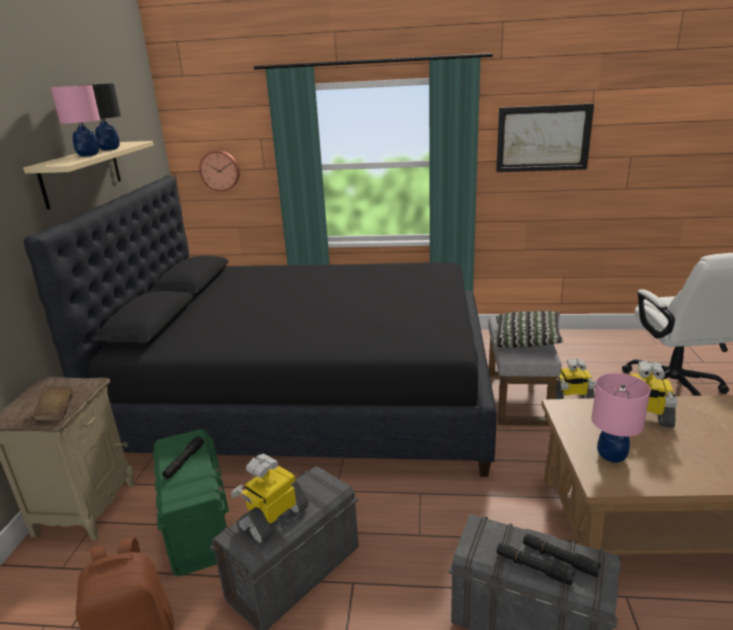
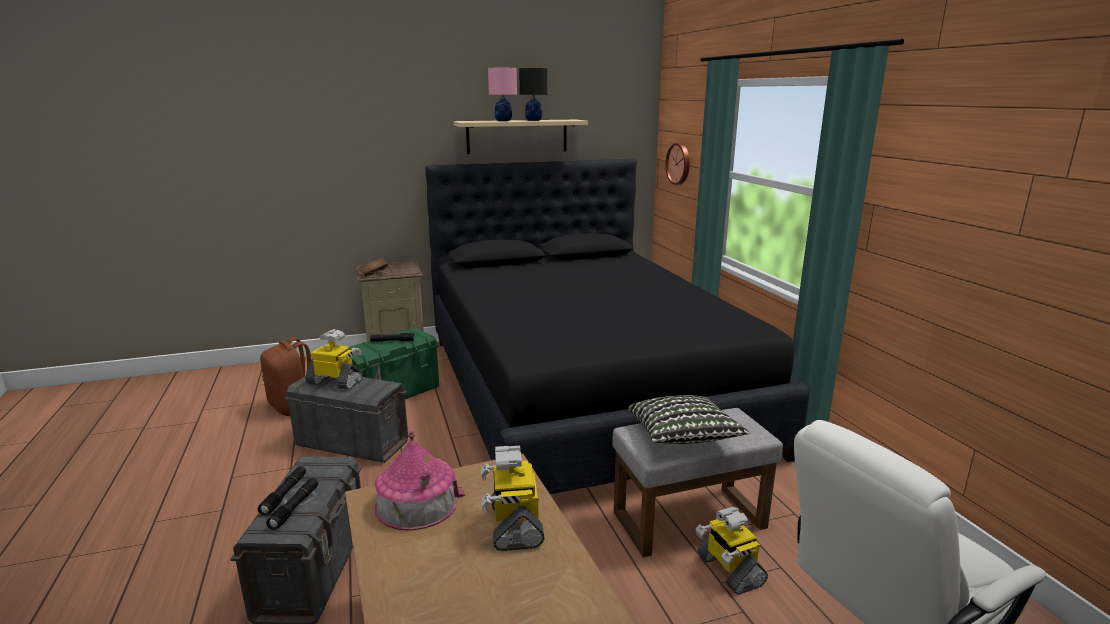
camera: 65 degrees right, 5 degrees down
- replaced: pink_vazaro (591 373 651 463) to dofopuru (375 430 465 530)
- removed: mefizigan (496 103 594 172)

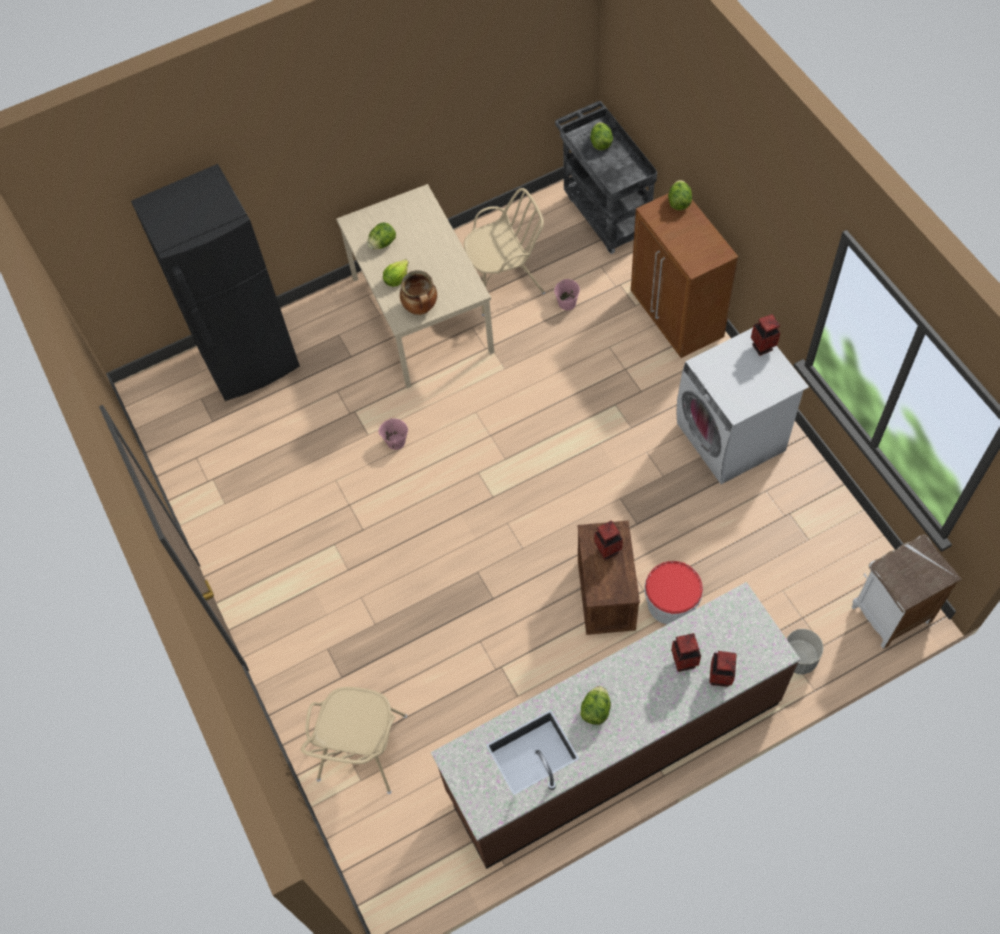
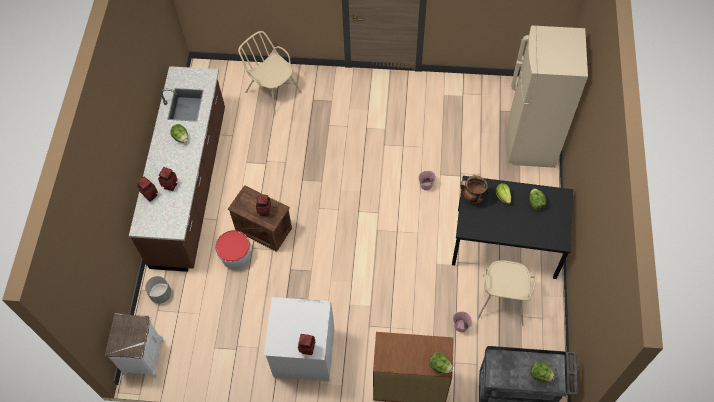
camera: 120 degrees right, 0 degrees up
- recoloured: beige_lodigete (336 184 494 388) to black_lodigete (452 176 573 279)
- recoloured: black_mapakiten (131 164 300 401) to beige_mapakiten (506 25 588 168)

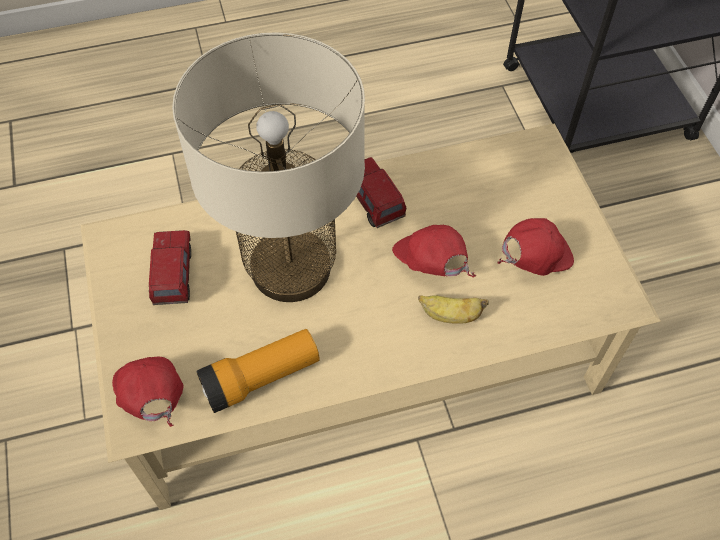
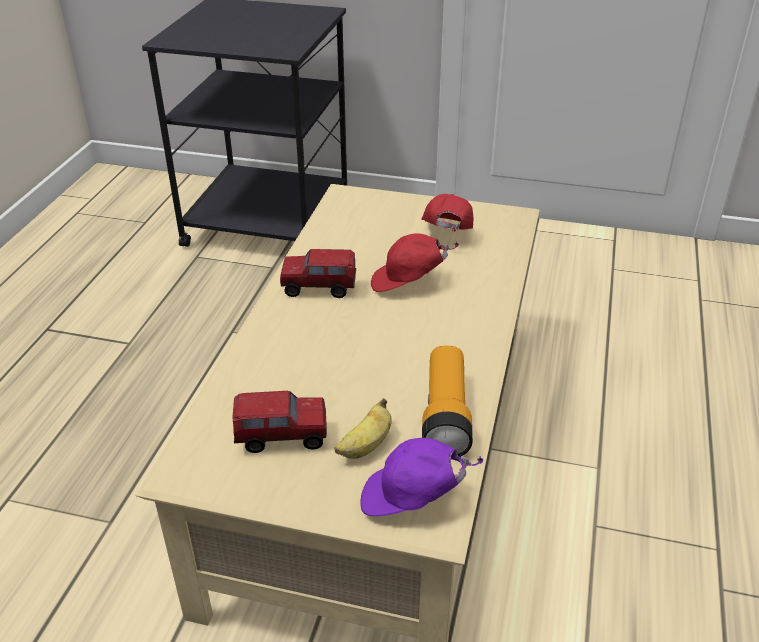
camera: 60 degrees left, 20 degrees down
- turned: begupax (149 230 191 305) = (232 391 327 453) 150 degrees clockwise
- moved: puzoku (418 295 489 324) to (335 398 392 459)
- recoloured: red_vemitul (112 357 184 427) to purple_vemitul (360 438 484 516)
- removed: vazaro (172 32 365 302)

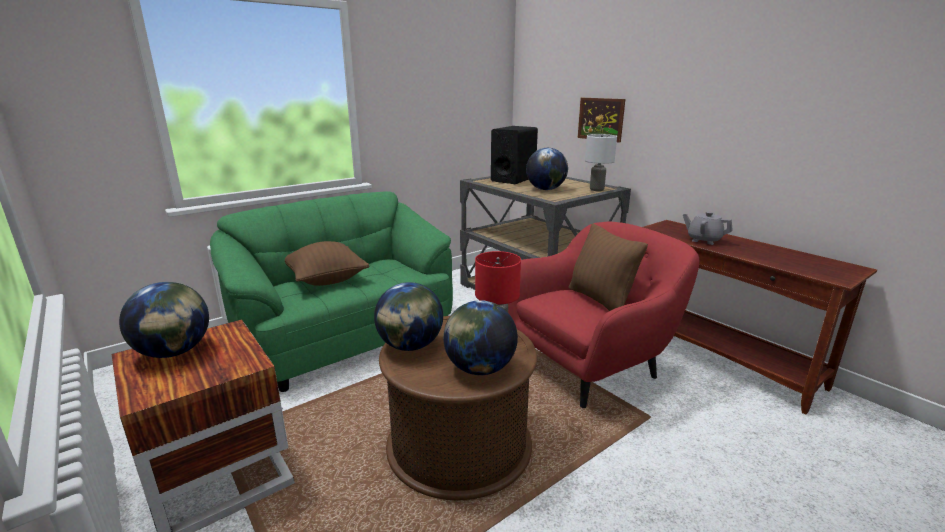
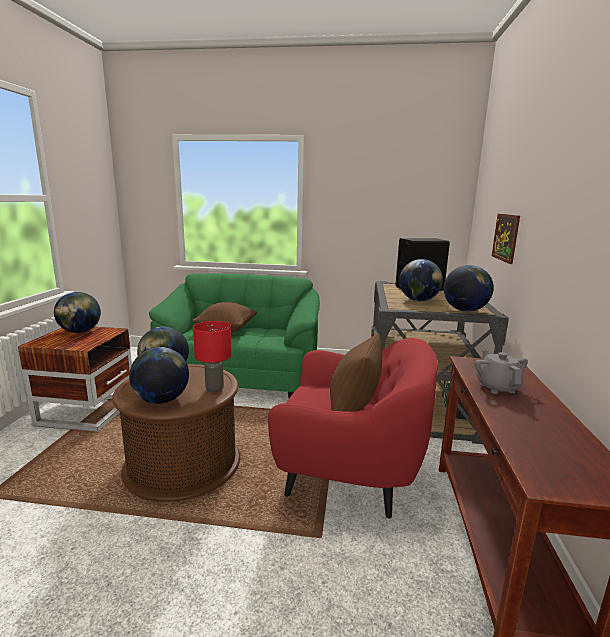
camera: 45 degrees right, 5 degrees down
- replaced: white_vazaro (585 134 617 191) to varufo (444 265 494 312)

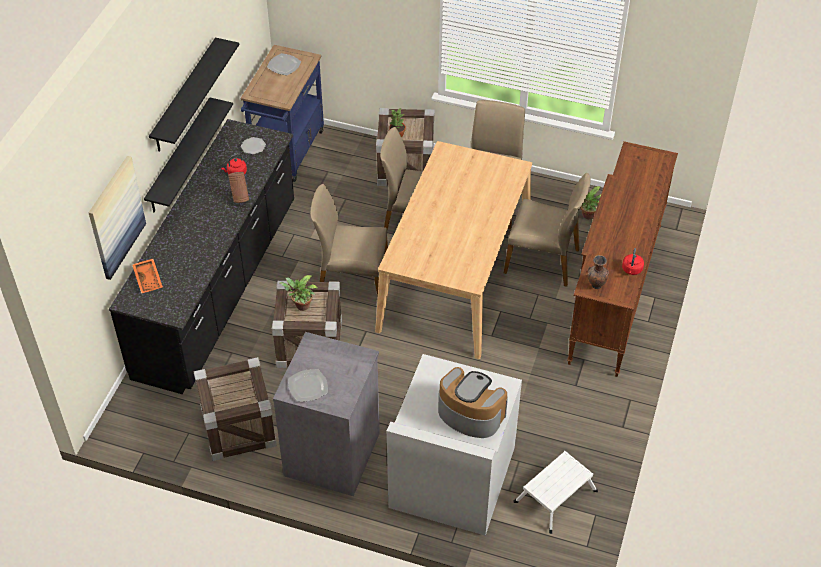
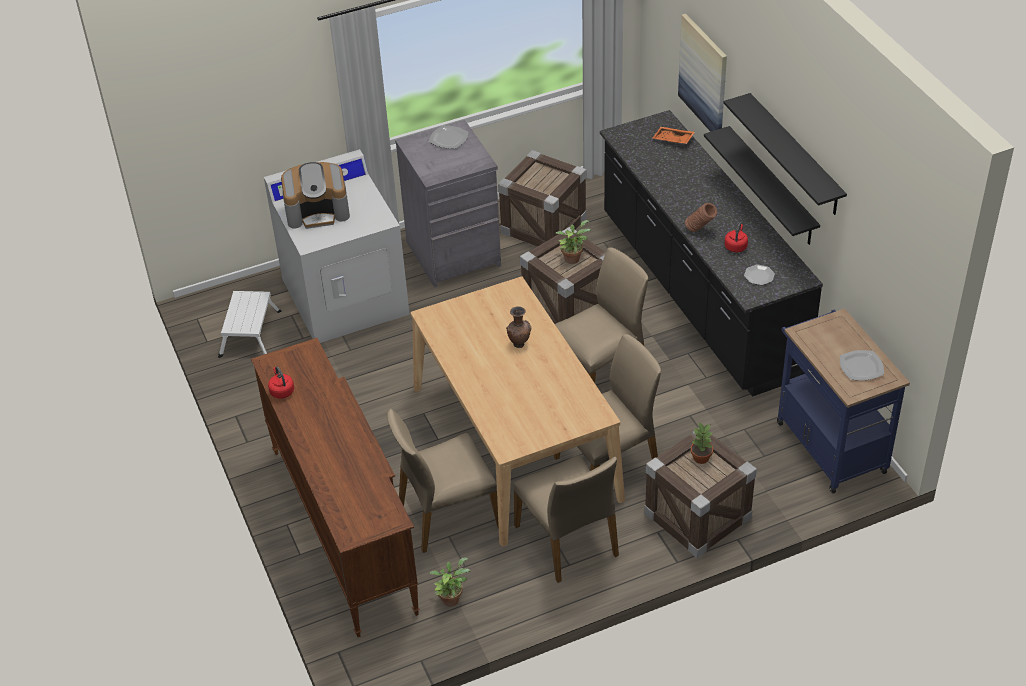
camera: 140 degrees right, 5 degrees down
- moved: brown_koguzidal (588 255 609 289) to (506 306 531 348)

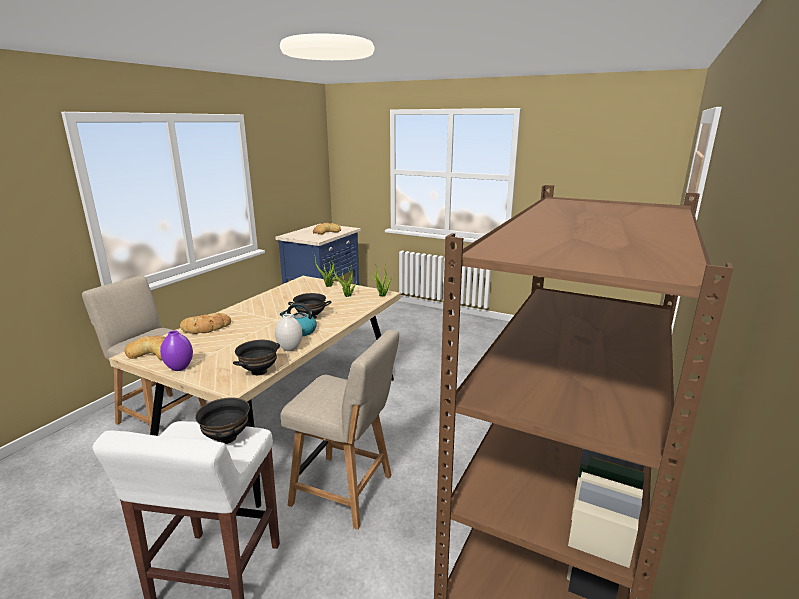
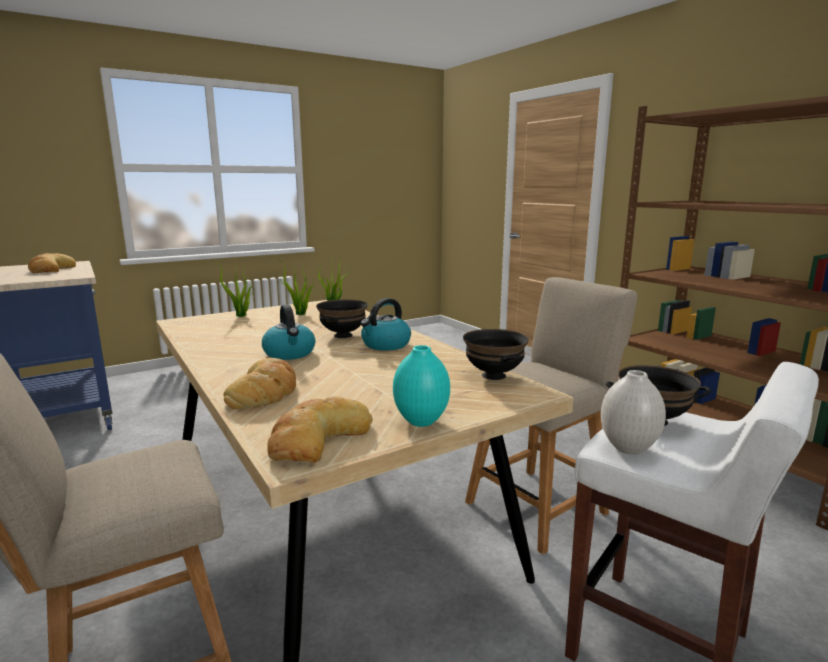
camera: 60 degrees left, 5 degrees down
- added: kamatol (262 304 315 360)
- recoloured: purple_koguzidal (160 330 193 371) to turquoise_koguzidal (393 345 450 427)
- moved: white_koguzidal (275 314 303 351) to (601 370 666 455)

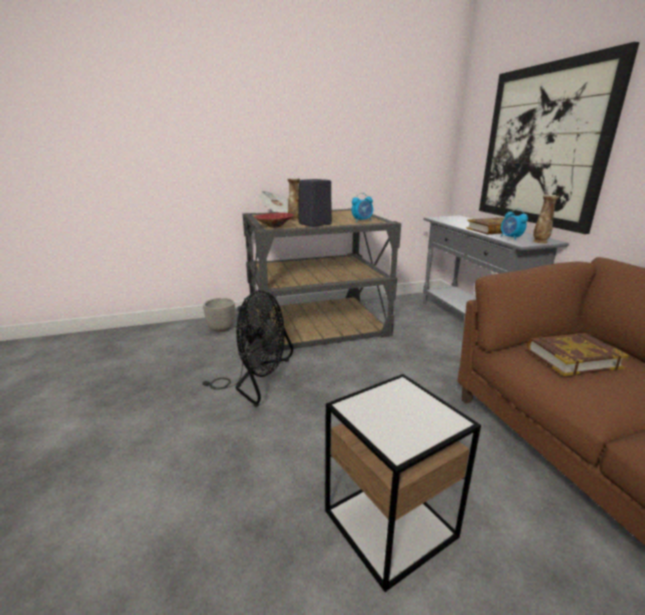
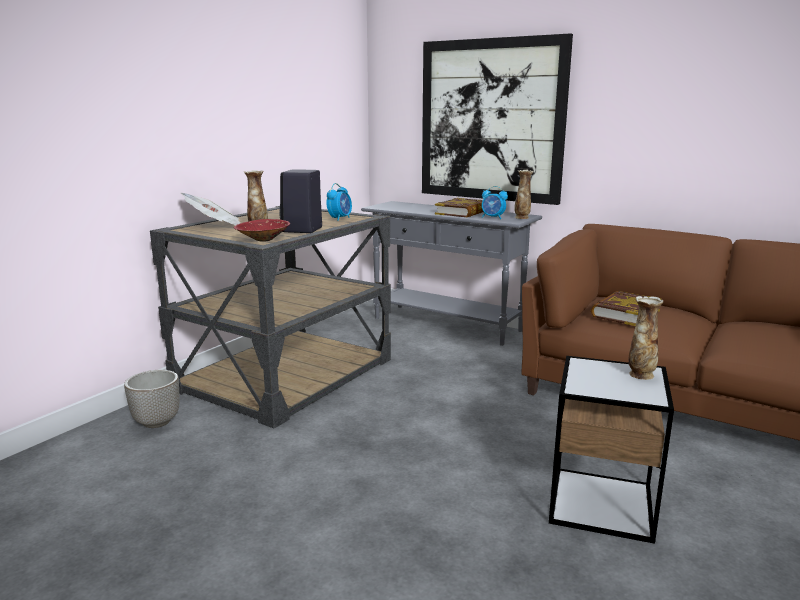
camera: 40 degrees left, 5 degrees down
- added: koguzidal (629 296 664 380)
- removed: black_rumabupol (203 290 293 407)

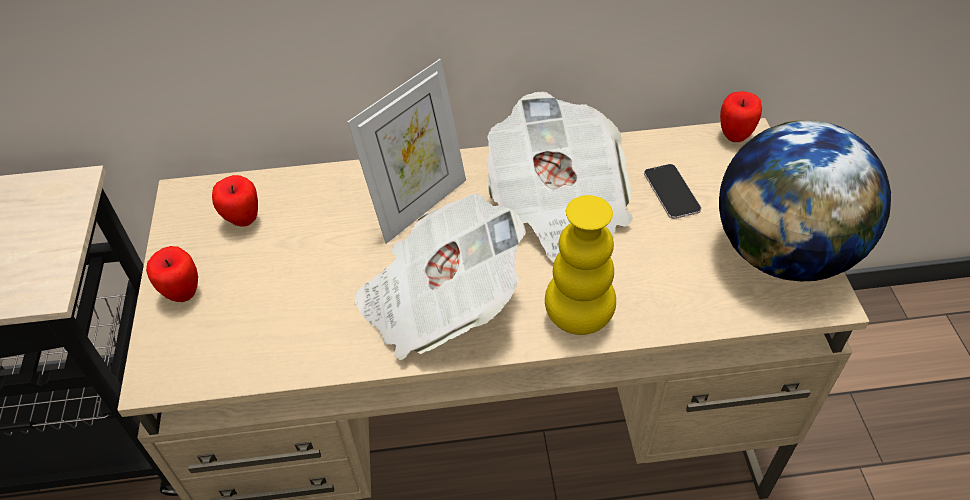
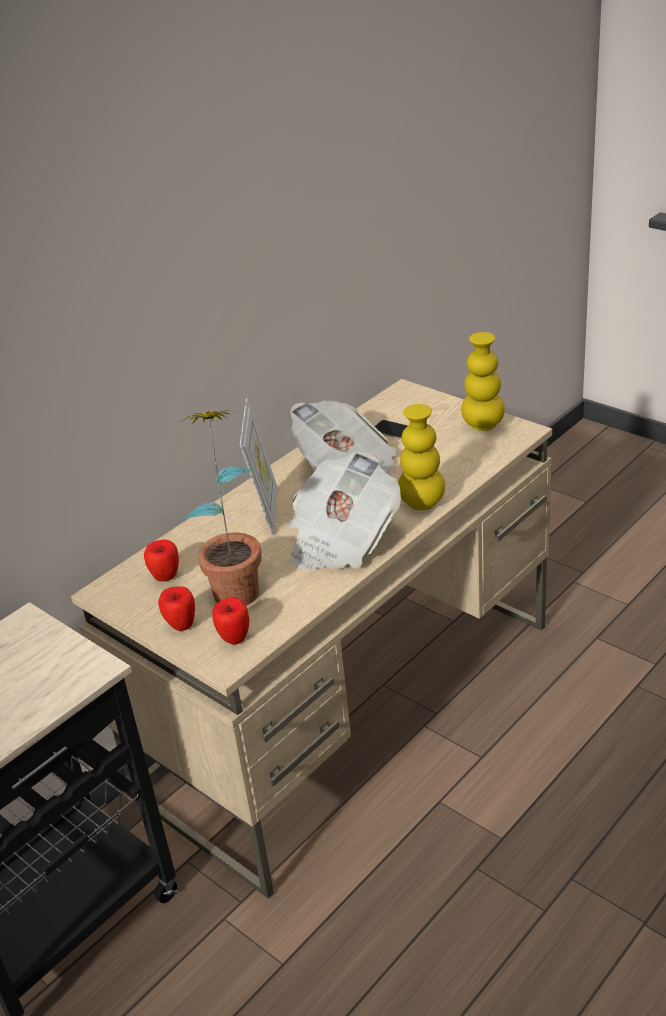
camera: 40 degrees left, 15 degrees down
- added: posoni (176 410 261 606)
- moved: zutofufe (720 91 762 142) to (212 597 249 645)
- replaced: varufo (719 120 891 281) to yellow_koguzidal (461 332 505 431)

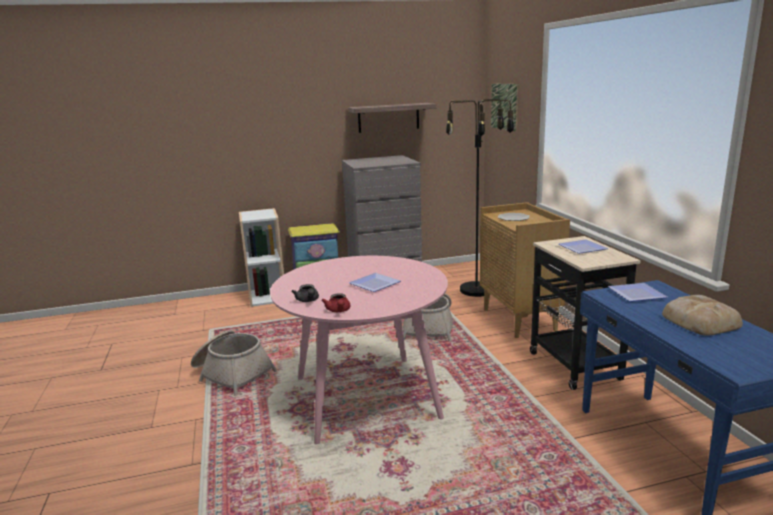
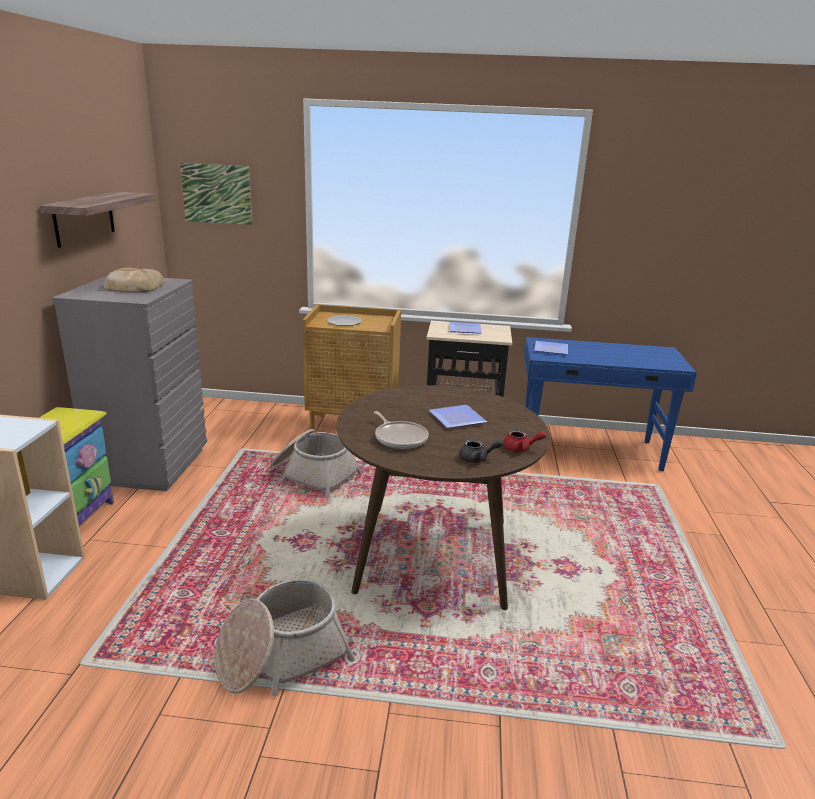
camera: 70 degrees left, 5 degrees up
- moved: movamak (662 295 743 336) to (104 268 165 292)
- recoloured: pink_lodigete (270 256 448 444) to brown_lodigete (336 385 550 610)
- added: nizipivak (374 411 429 449)
- removed: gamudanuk (446 99 514 297)

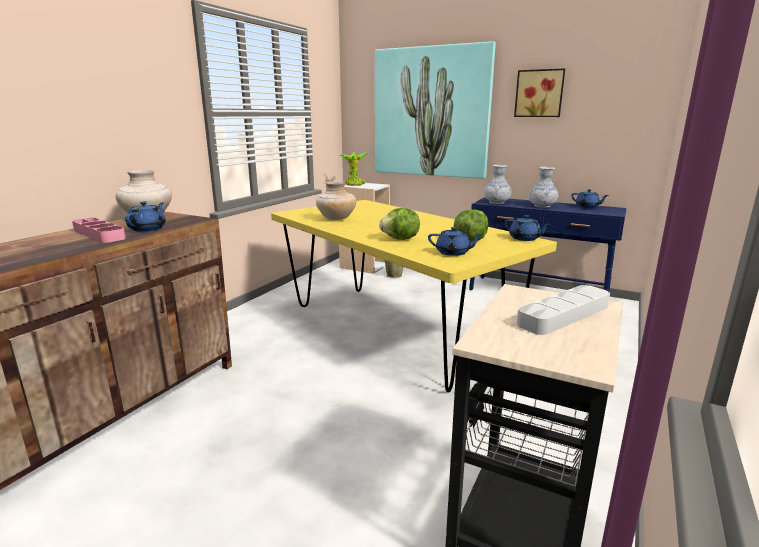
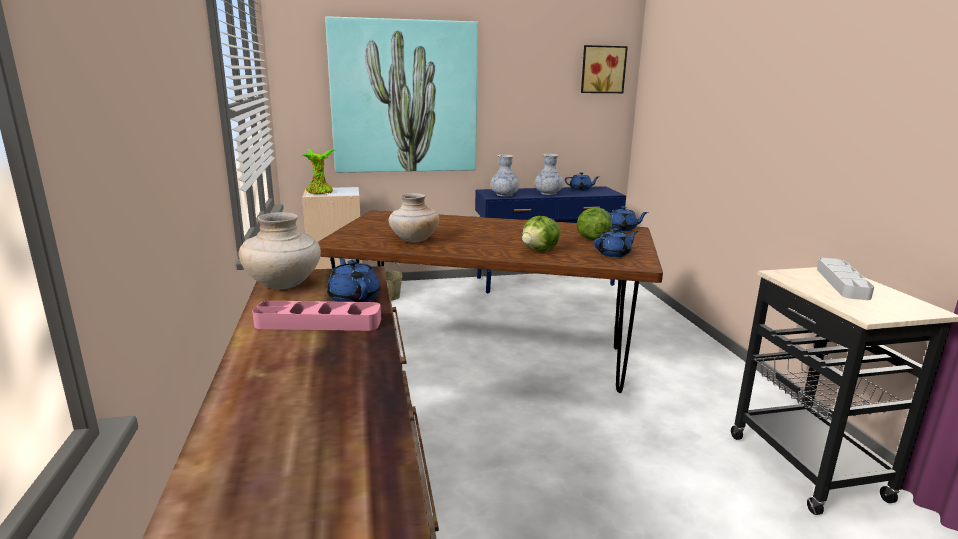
camera: 40 degrees left, 0 degrees up
- recoloured: yellow_lodigete (271 200 557 393) to brown_lodigete (318 211 663 393)
- moved: mefizigan (514 68 565 117) to (581 45 628 93)

